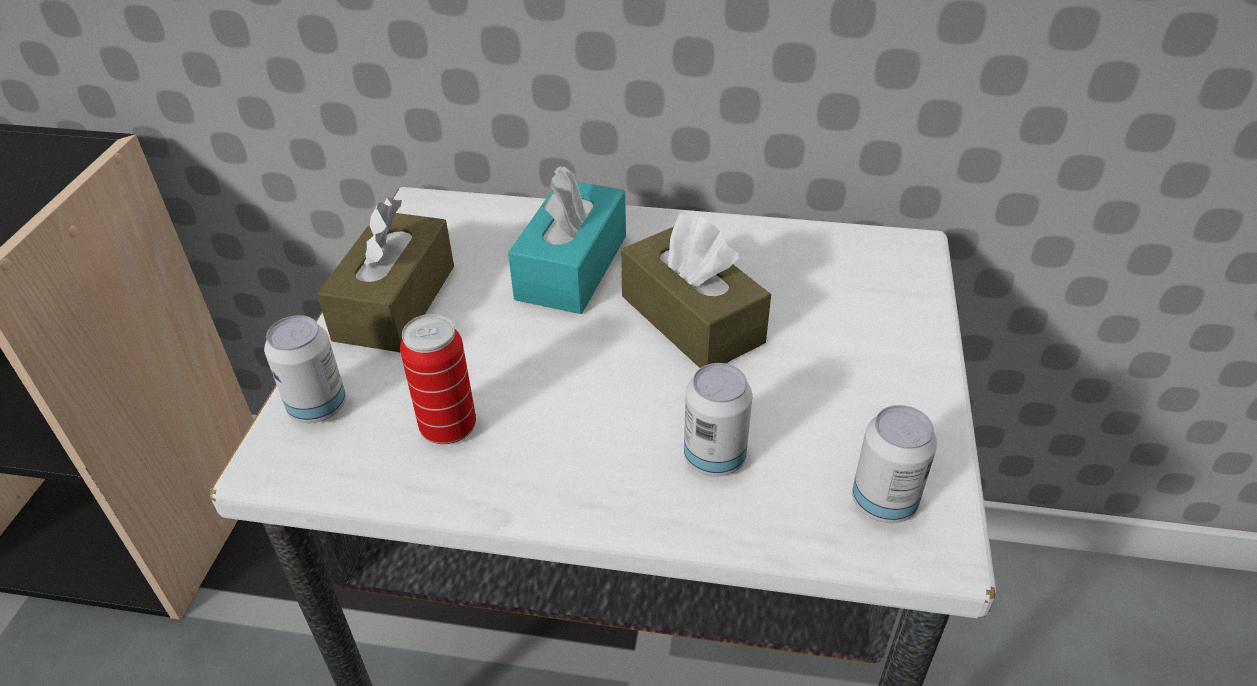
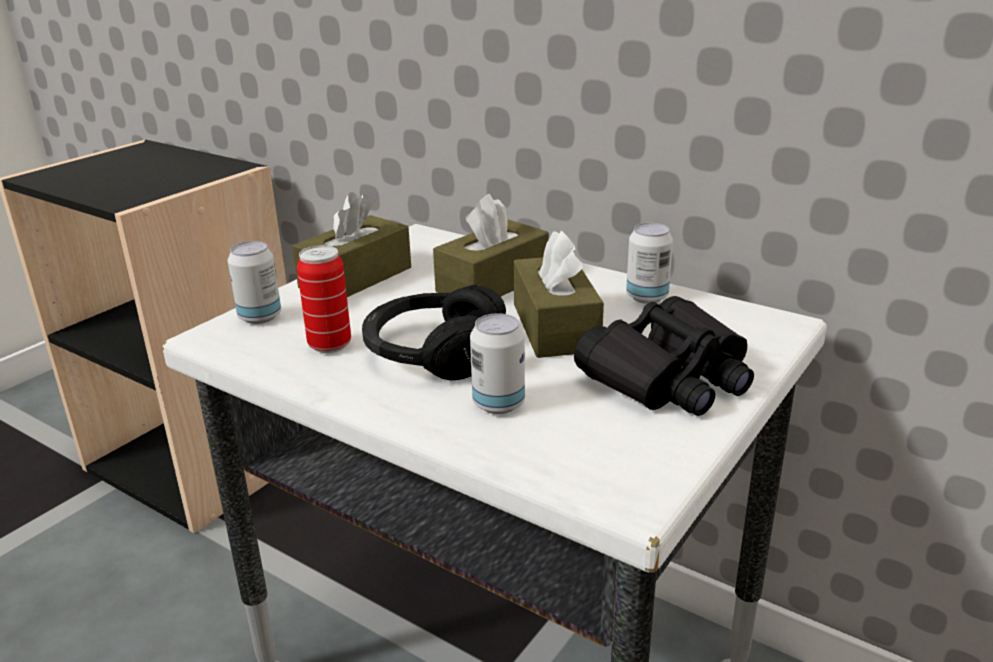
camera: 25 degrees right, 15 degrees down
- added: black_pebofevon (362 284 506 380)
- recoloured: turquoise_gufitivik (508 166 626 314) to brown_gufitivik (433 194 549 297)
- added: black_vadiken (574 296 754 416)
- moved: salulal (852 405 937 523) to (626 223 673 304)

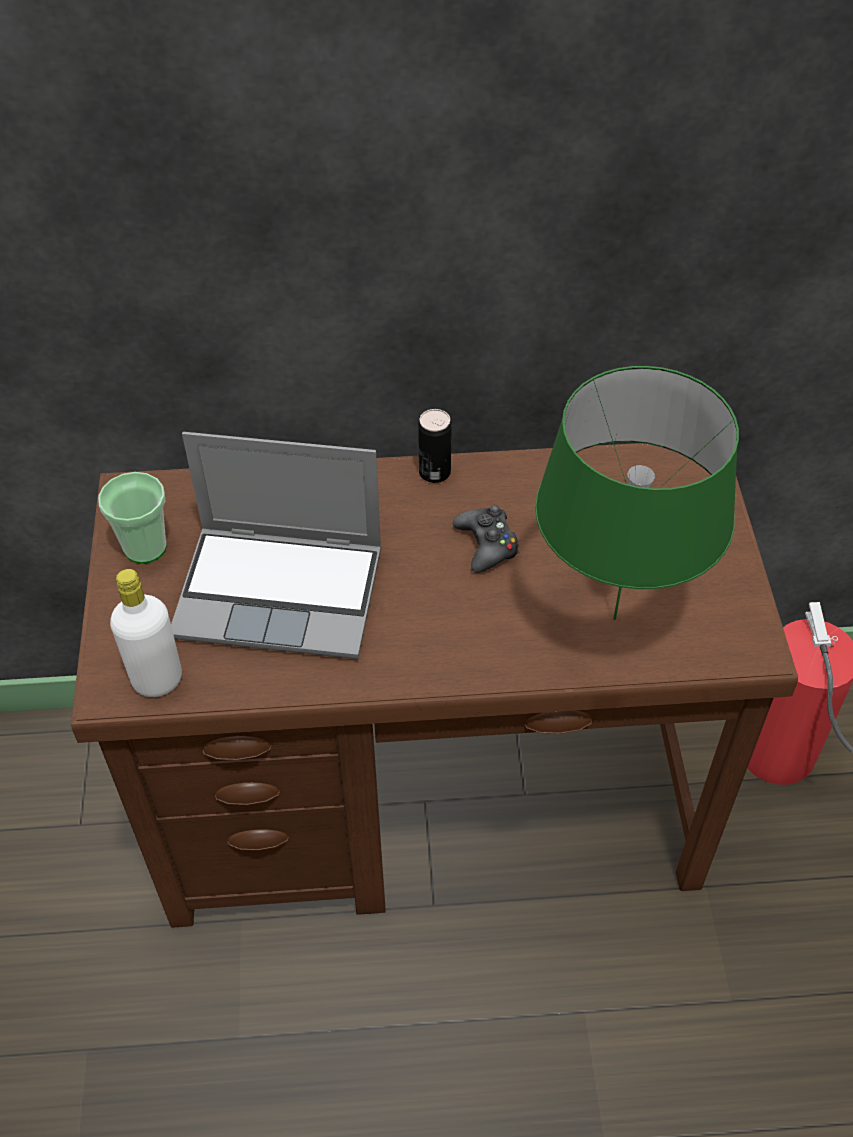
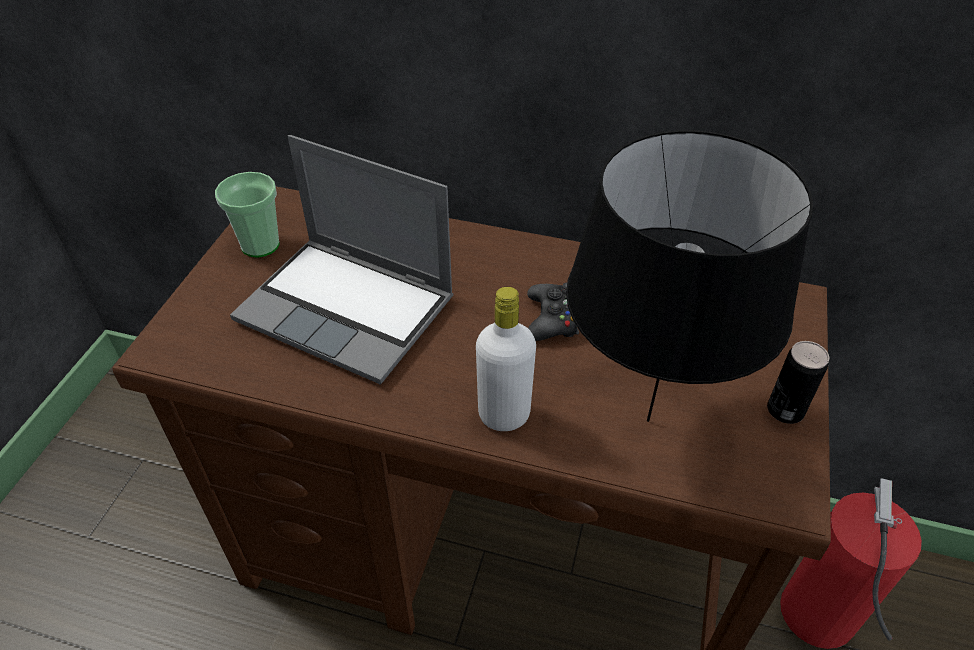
camera: 20 degrees right, 5 degrees down
- moved: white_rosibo (110 569 182 697) to (476 287 536 431)
- recoloured: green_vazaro (535 366 739 620) to black_vazaro (566 130 813 422)
- moved: salulal (418 409 452 483) to (767 341 829 424)

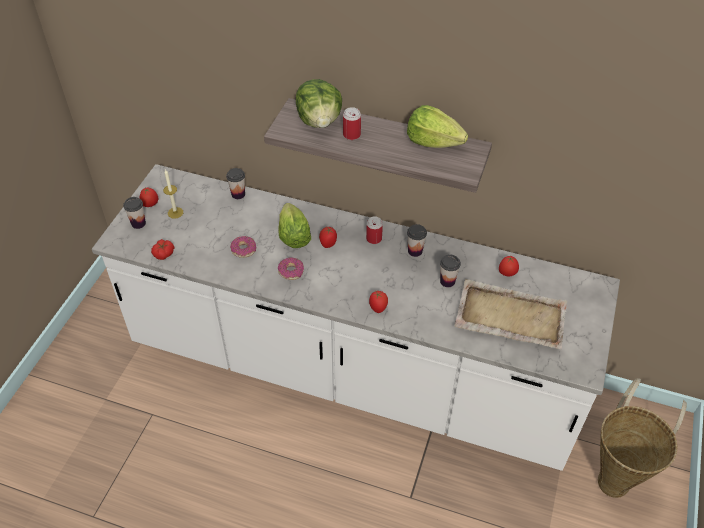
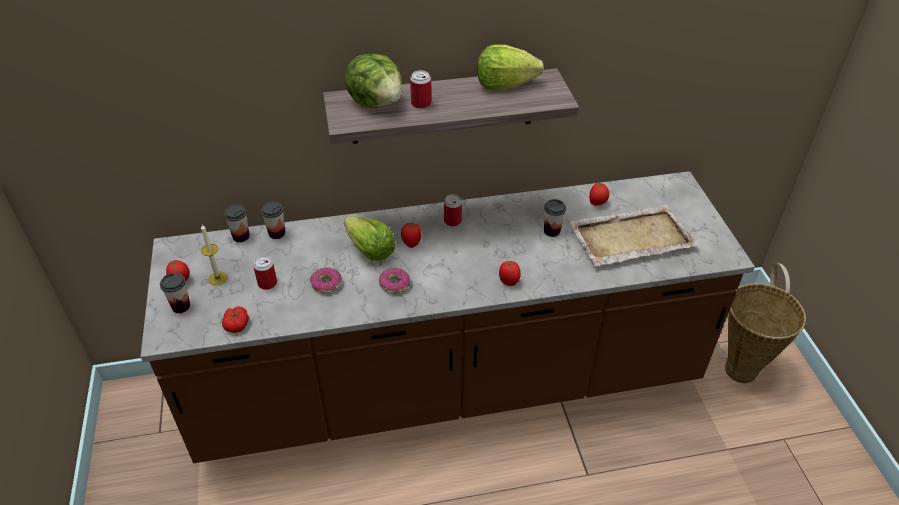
camera: 30 degrees left, 5 degrees down
- recoloured: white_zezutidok (92 164 620 471) to brown_zezutidok (141 171 755 463)
- moved: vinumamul (407 224 427 257) to (224 204 249 242)
- added: salulal (253 256 277 290)

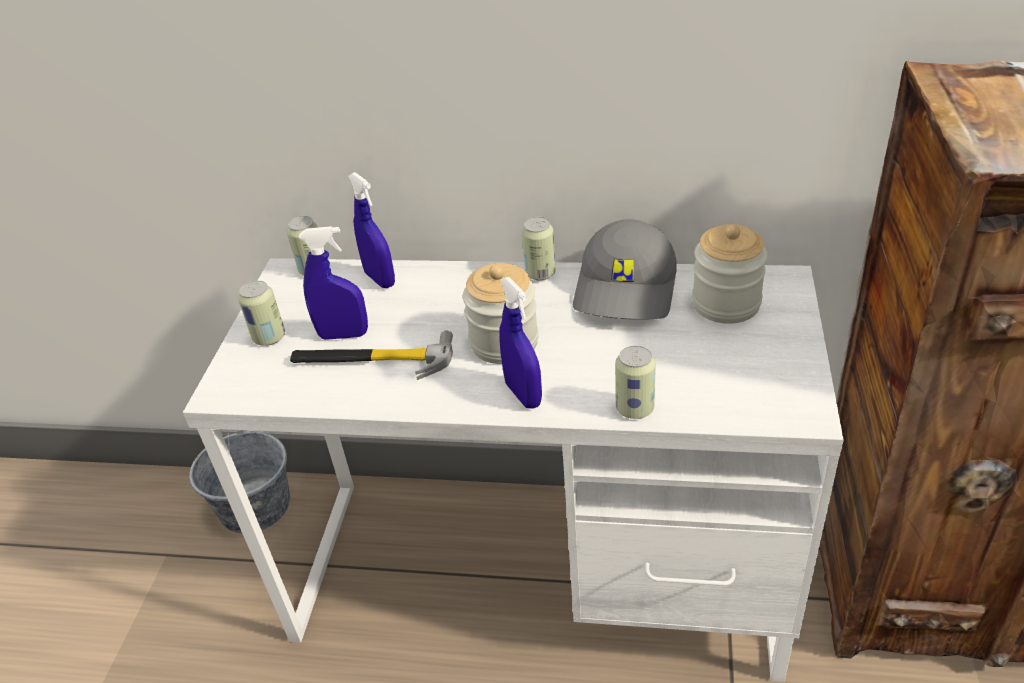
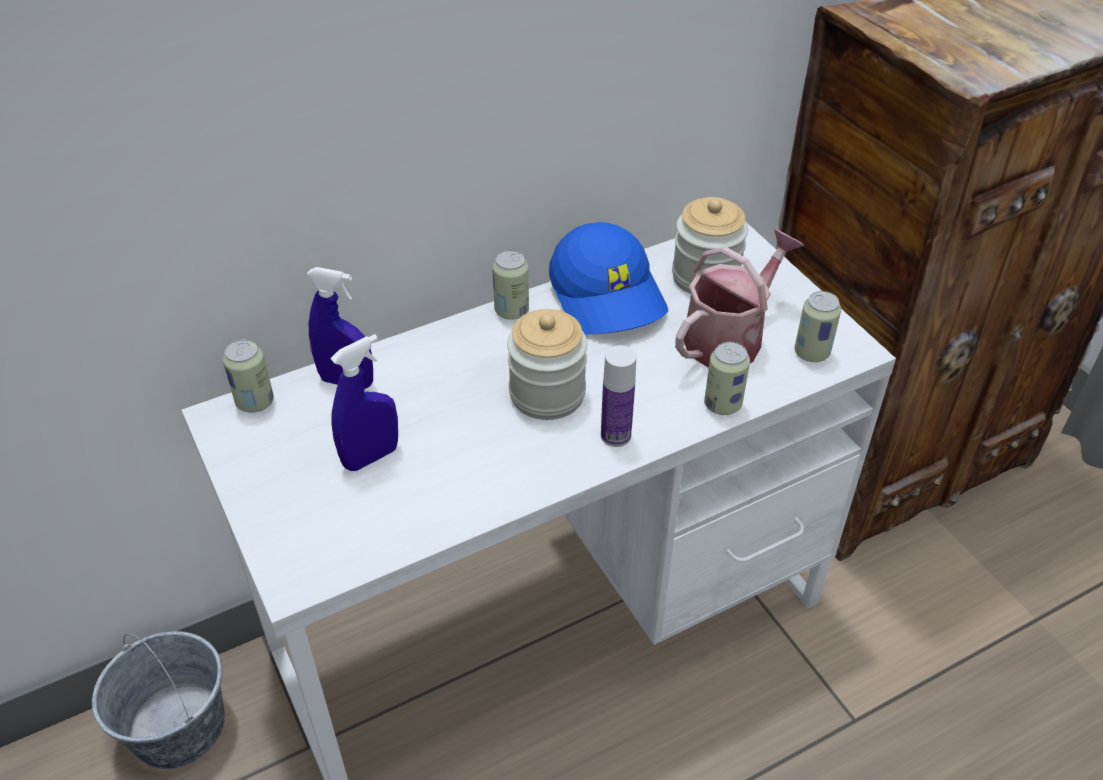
camera: 40 degrees left, 5 degrees up
- recoloured: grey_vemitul (573 219 677 320) to blue_vemitul (549 222 668 334)
- replaced: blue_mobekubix (500 277 542 409) to rosibo (601 345 636 447)
- added: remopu (675 229 804 368)
- moved: salulal (238 281 285 346) to (795 291 841 362)
- removed: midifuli (290 330 453 380)

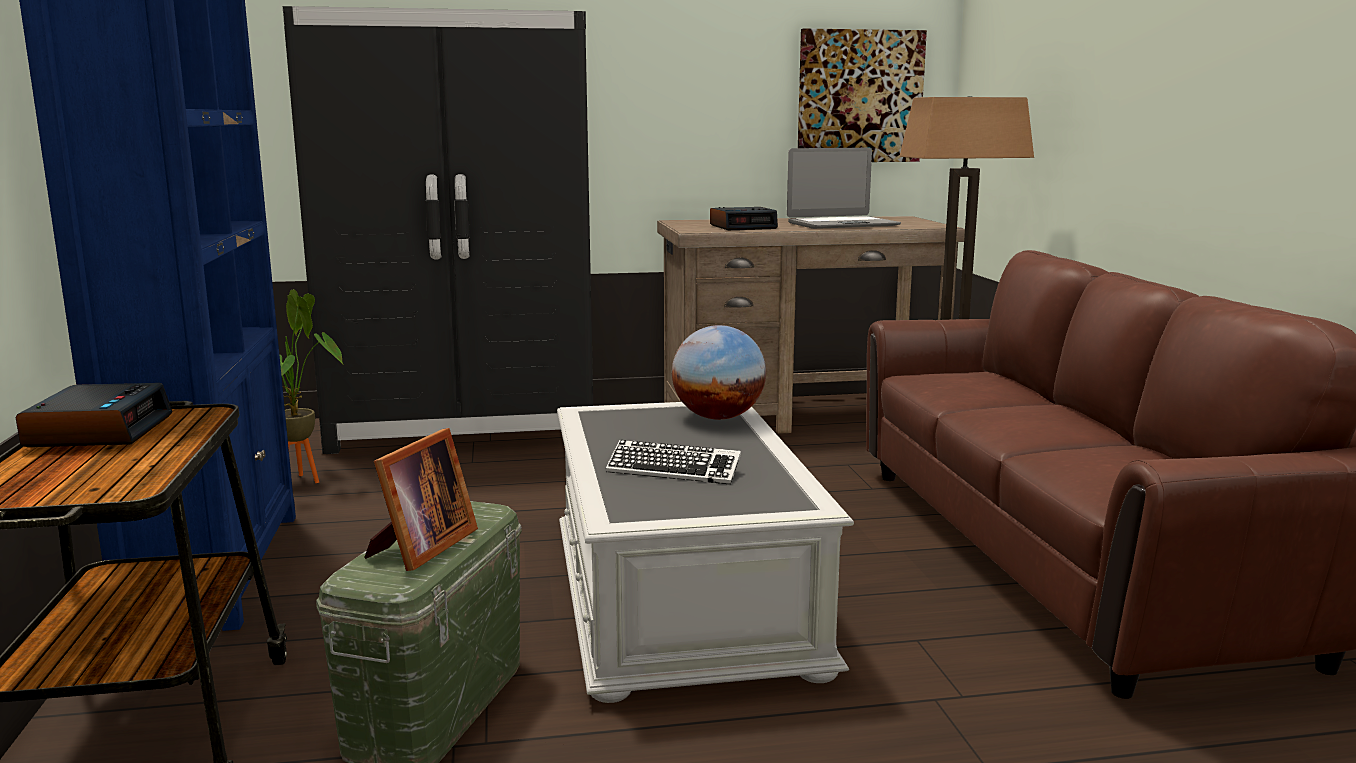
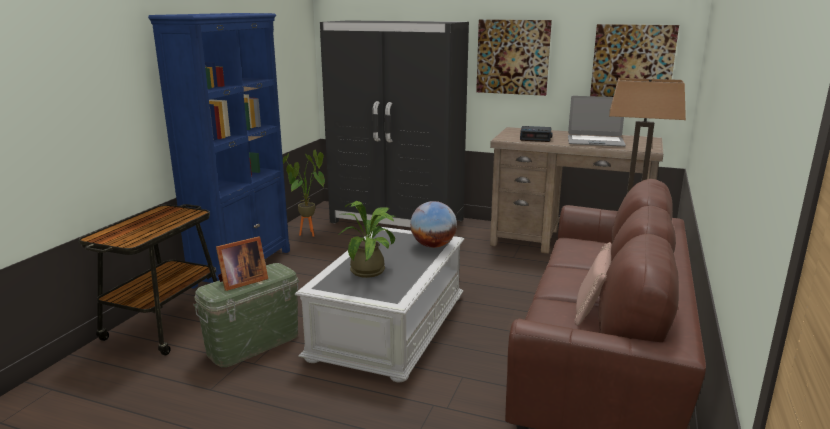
camera: 30 degrees right, 5 degrees up
- replaced: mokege (606 440 741 485) to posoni (338 201 395 278)
- added: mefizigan (476 19 552 96)
- added: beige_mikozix (574 242 611 326)
- removed: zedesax (16 383 173 447)

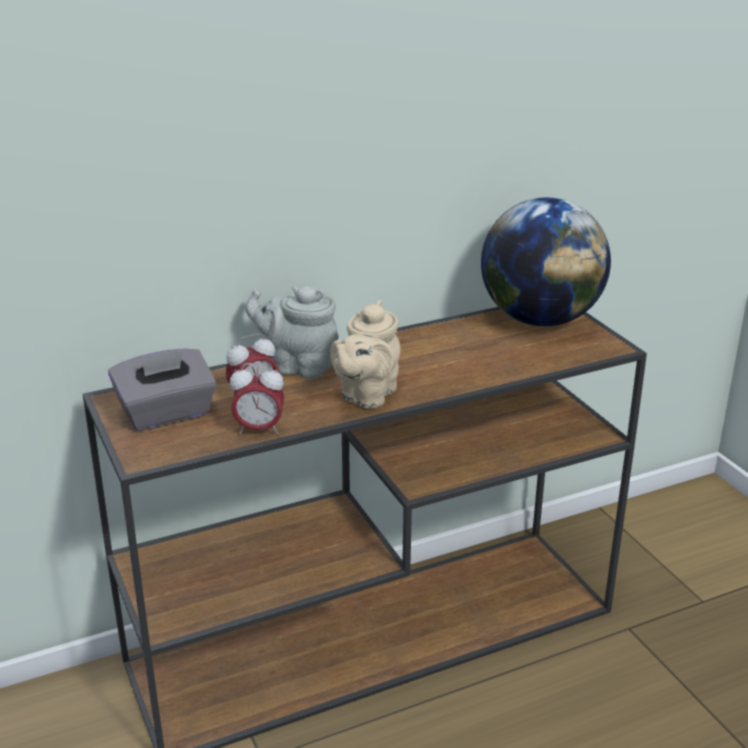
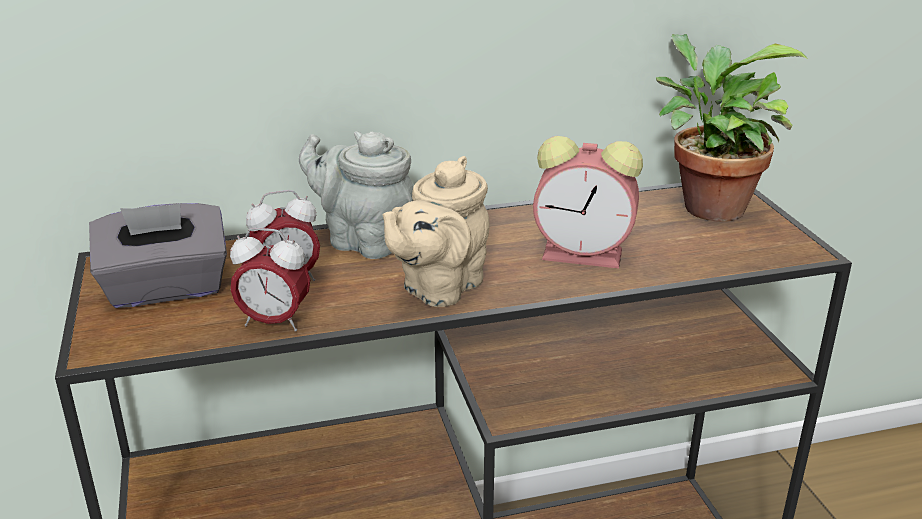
camera: 10 degrees right, 0 degrees up
- added: zedesax (533 136 643 268)
- replaced: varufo (481 197 611 326) to posoni (656 34 808 222)

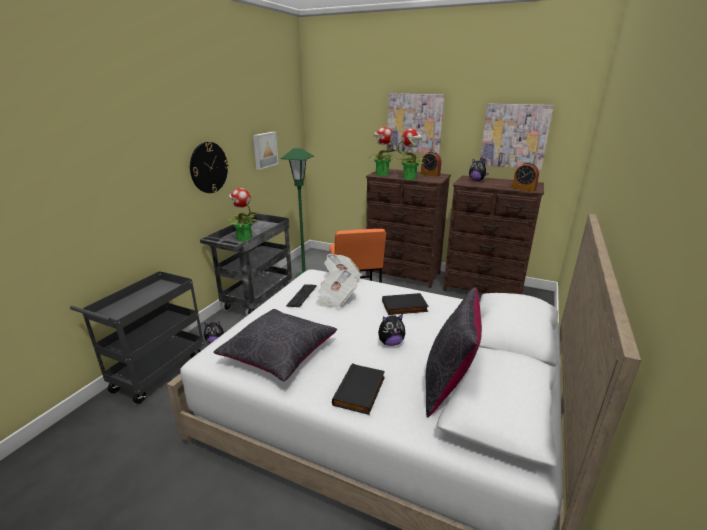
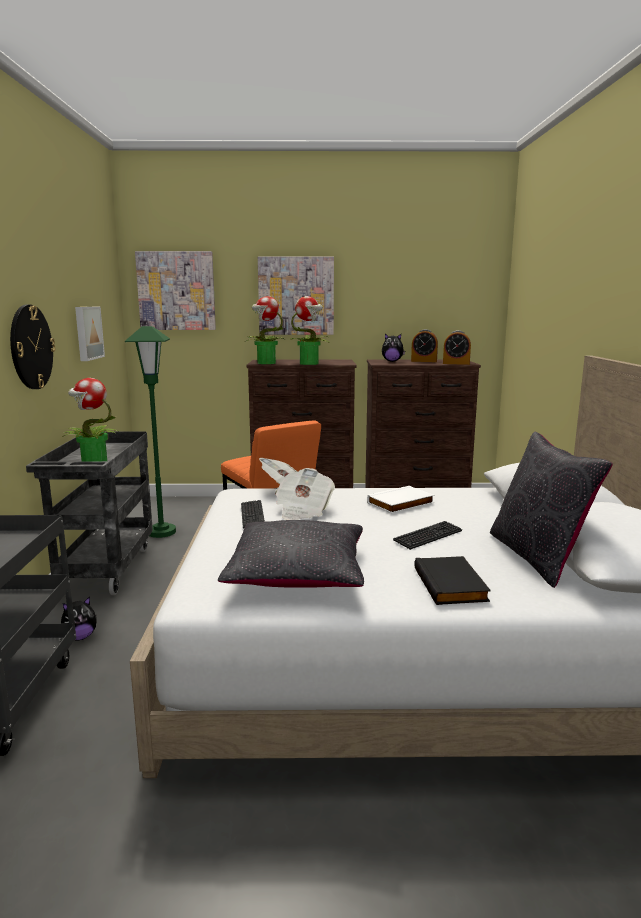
camera: 25 degrees left, 10 degrees down
- moved: mefizigan (480 104 554 170) to (135 251 216 330)
- recoloured: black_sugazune (382 293 429 315) to white_sugazune (367 486 434 514)
- replaced: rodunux (378 314 405 346) to mokege (393 521 462 550)
- moved: zedesax (421 151 441 177) to (411 329 438 362)

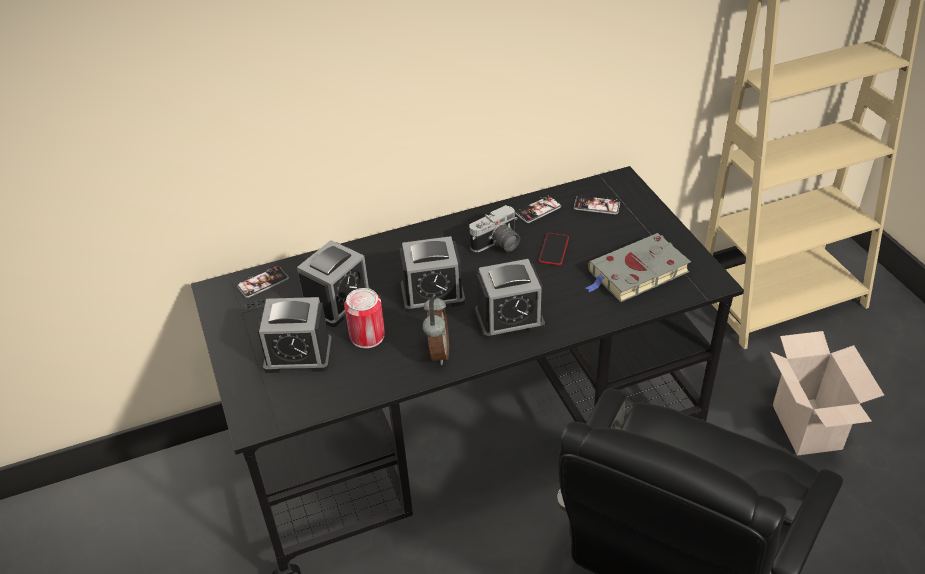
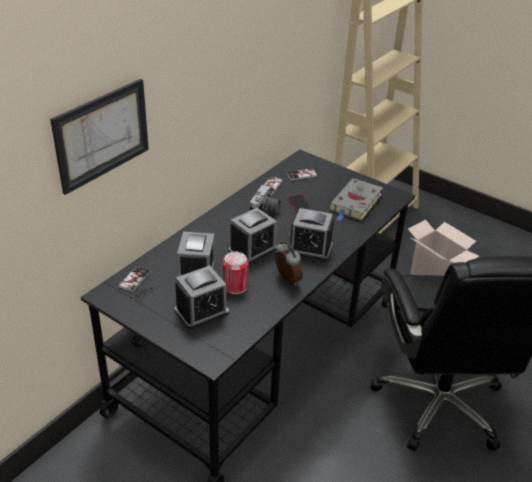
camera: 35 degrees left, 5 degrees down
- added: mefizigan (50 79 149 195)
- turned: zedesax (475 259 545 340) = (290 208 334 261) 60 degrees clockwise

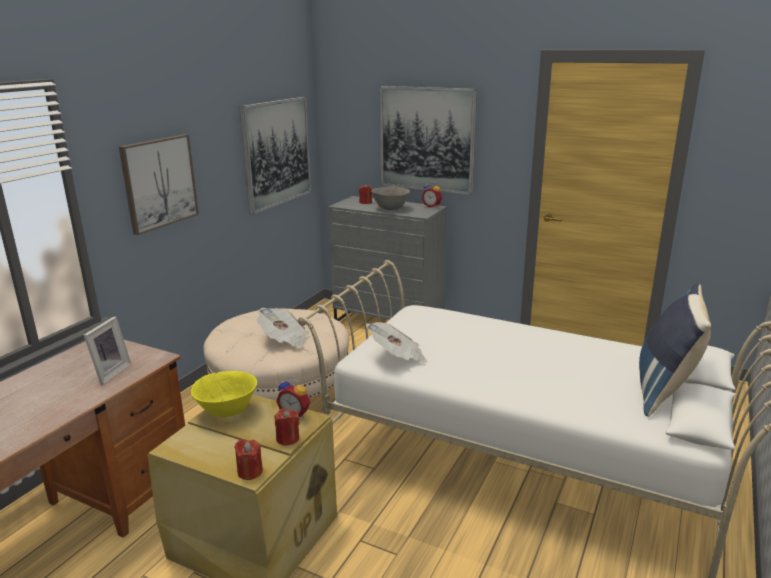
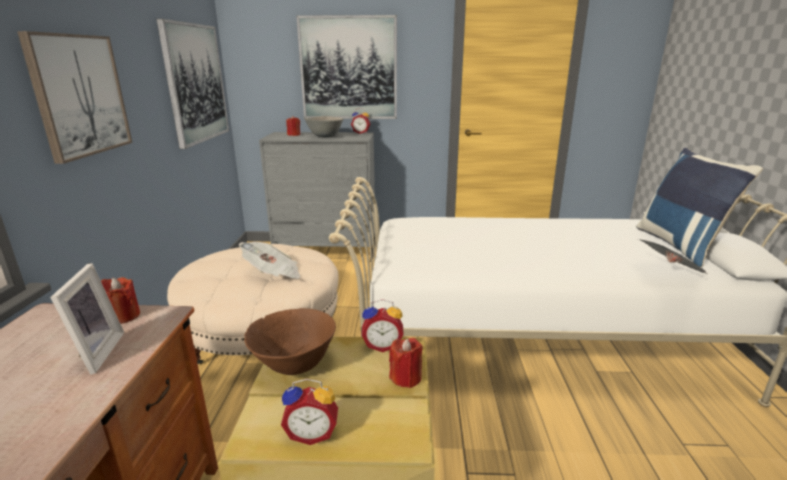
camera: 25 degrees left, 0 degrees up
- moved: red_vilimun (234 439 263 480) to (101 277 140 324)
- recoloured: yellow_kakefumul (191 371 257 417) to brown_kakefumul (244 308 336 375)
- added: zedesax (281 379 338 445)
- moved: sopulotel (366 322 428 362) to (638 239 709 274)

